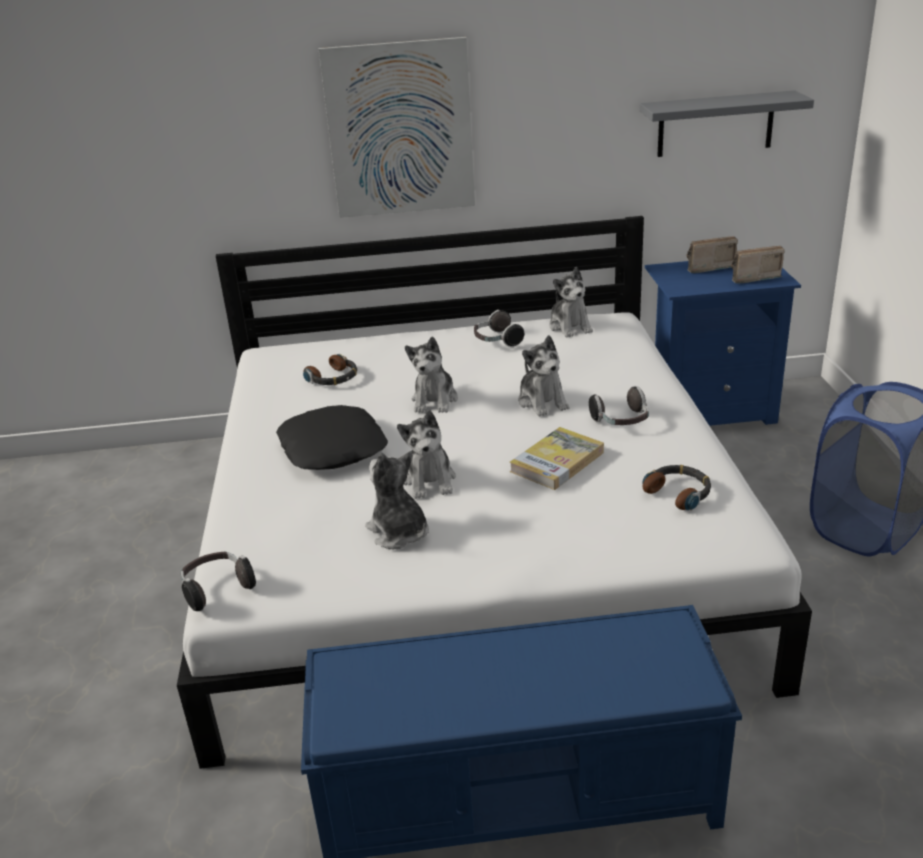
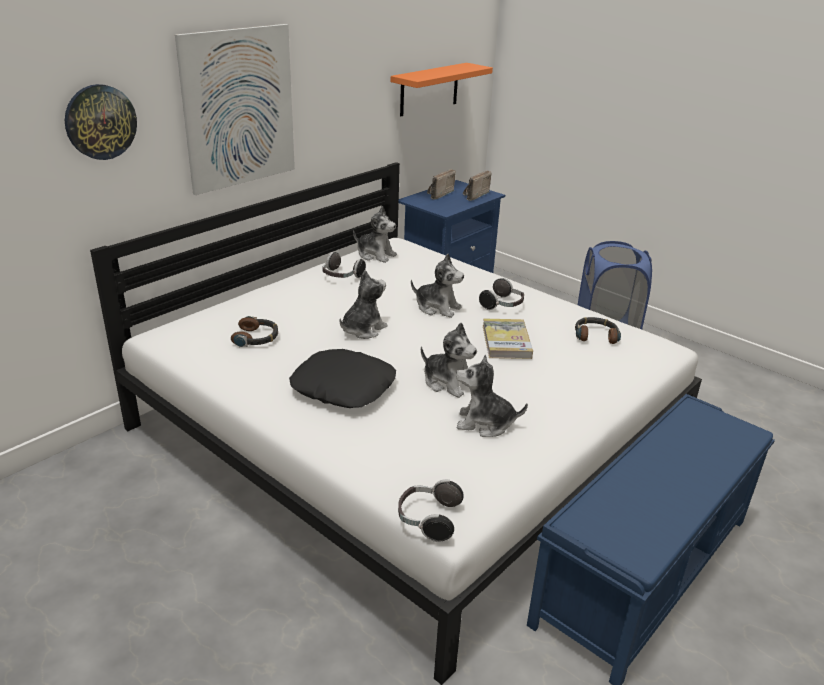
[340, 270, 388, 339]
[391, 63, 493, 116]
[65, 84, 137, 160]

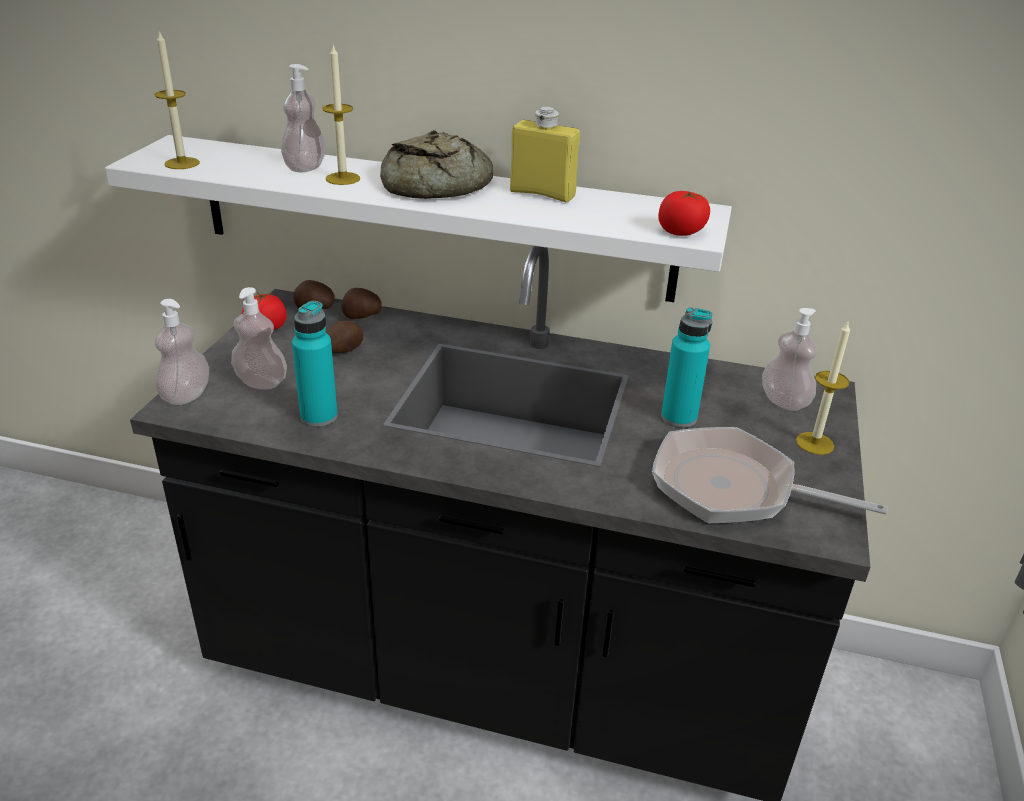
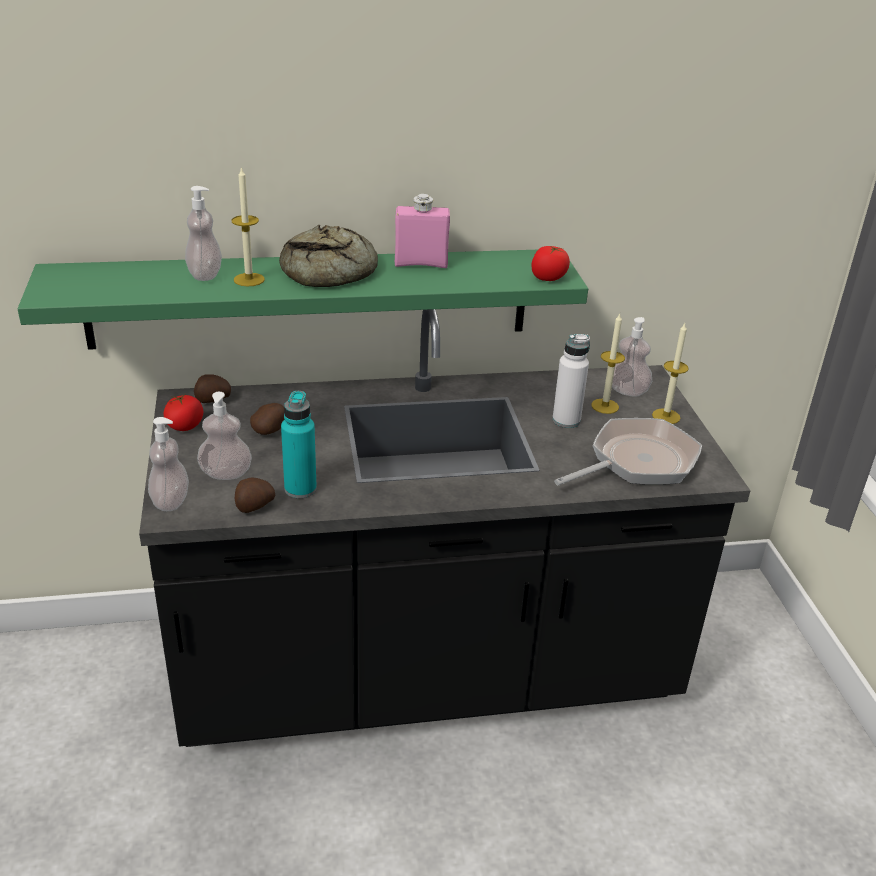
[18, 250, 588, 350]
[591, 314, 625, 414]
[235, 478, 275, 513]
[395, 194, 450, 268]
[554, 418, 702, 485]
[552, 334, 590, 428]

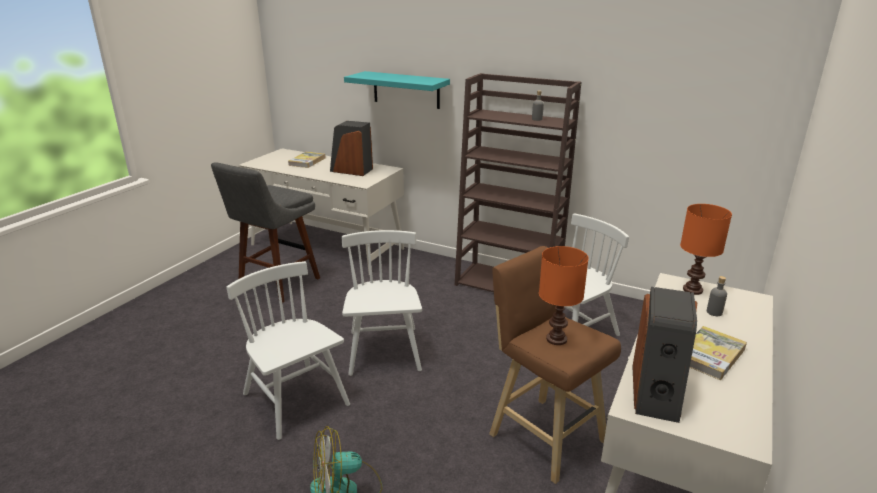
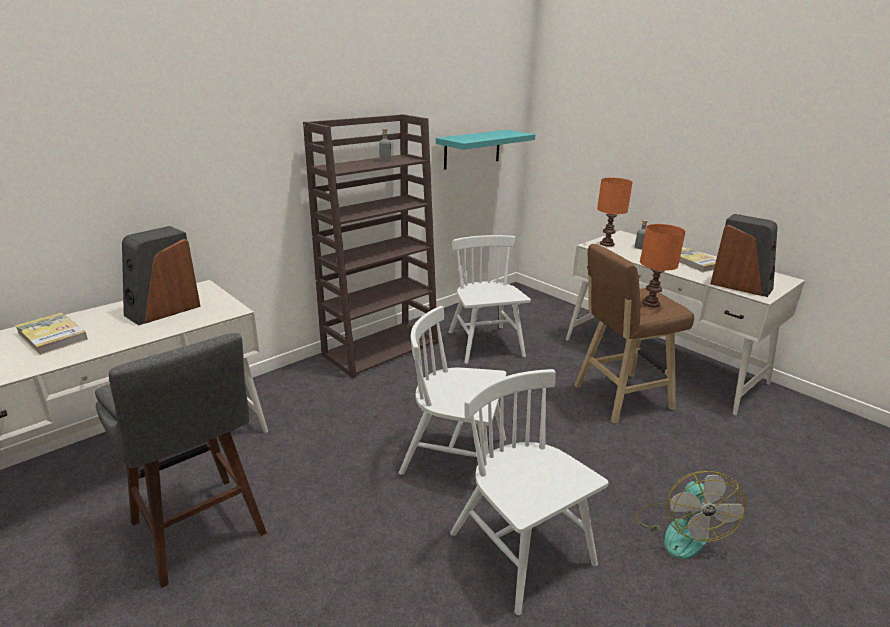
[450, 369, 609, 615]
[436, 130, 535, 170]

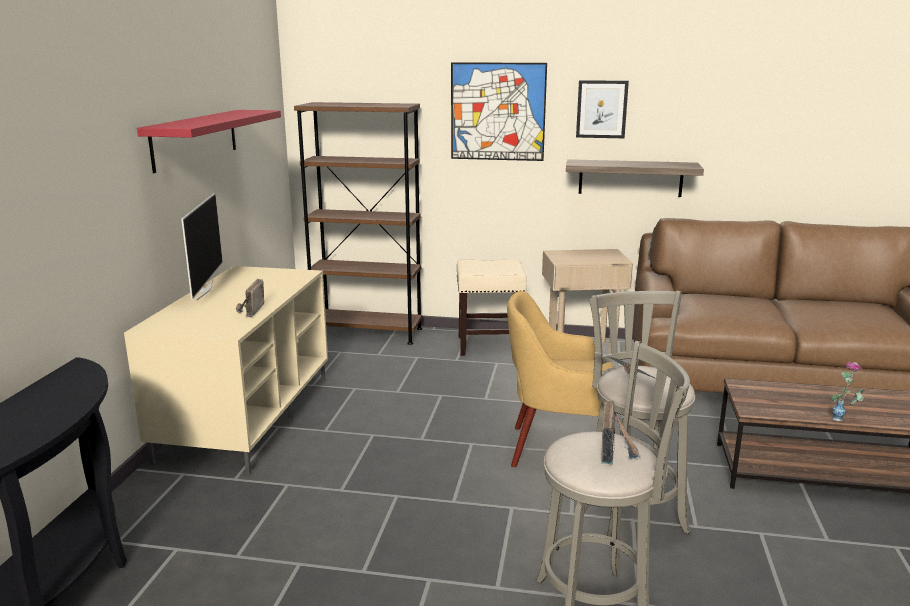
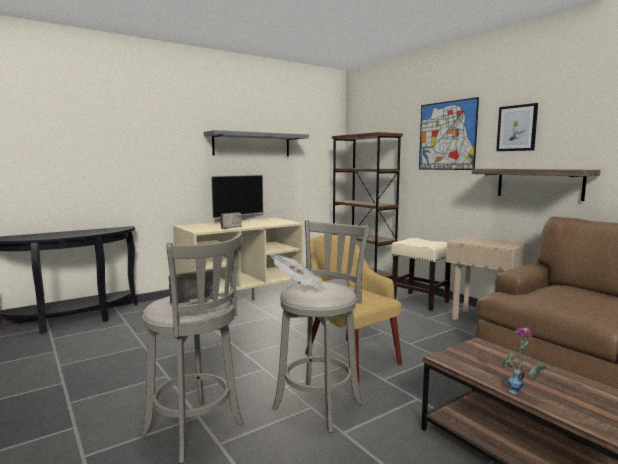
[204, 130, 309, 156]

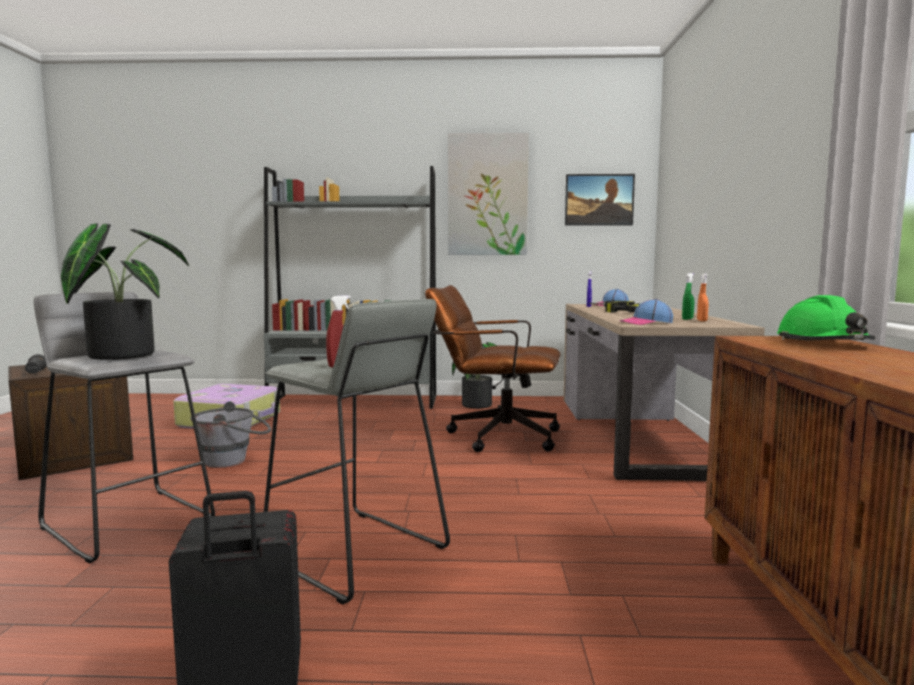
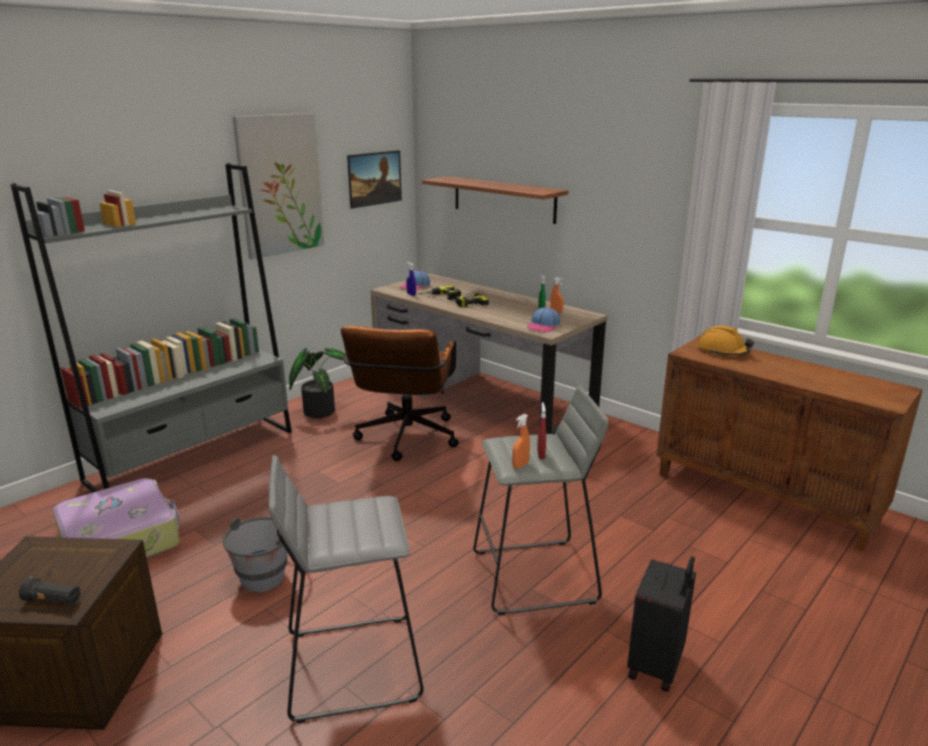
[61, 223, 189, 360] (first image)
[341, 326, 459, 461]
[697, 326, 754, 355]
[422, 176, 568, 224]
[512, 414, 530, 469]

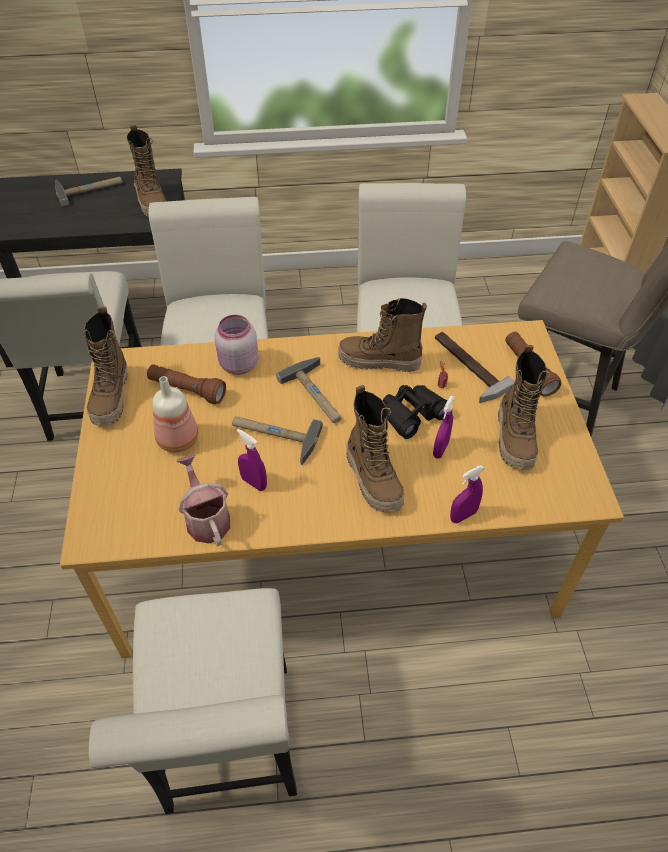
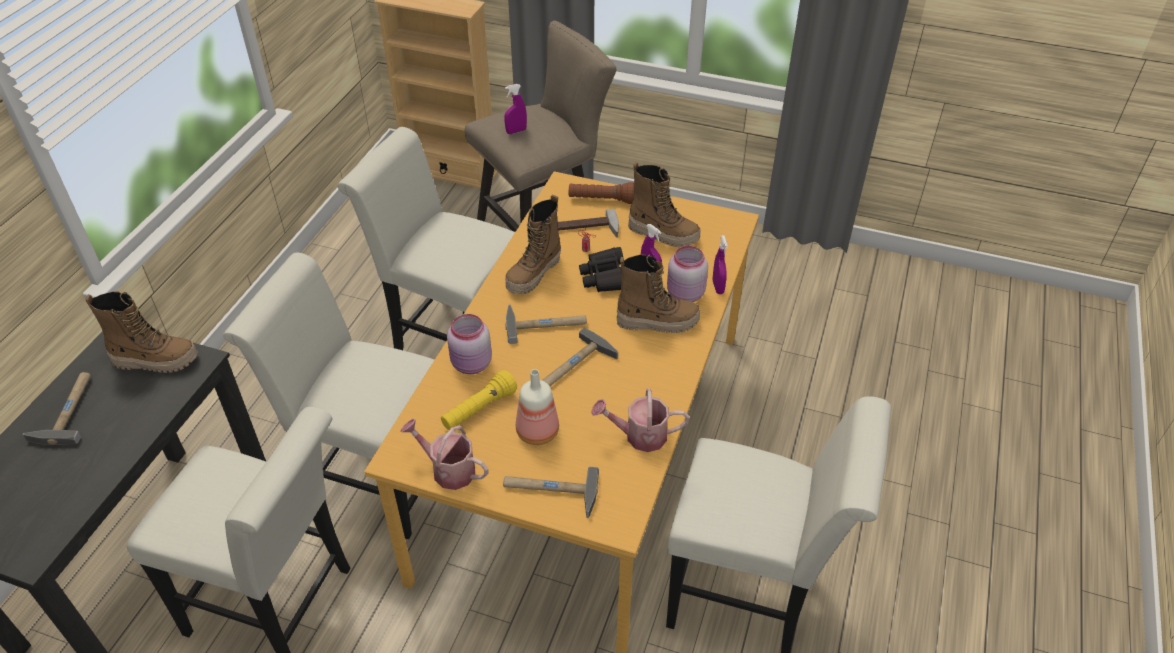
[400, 419, 488, 490]
[441, 370, 517, 430]
[504, 84, 527, 134]
[503, 467, 599, 518]
[667, 246, 708, 302]

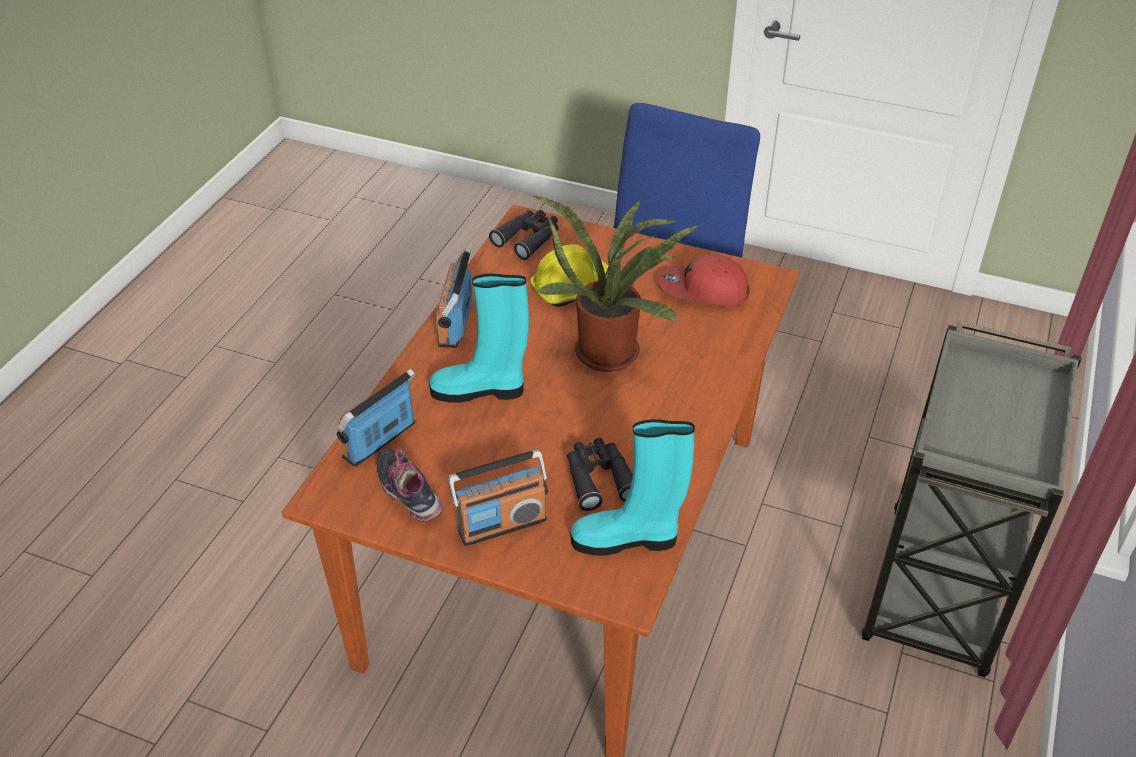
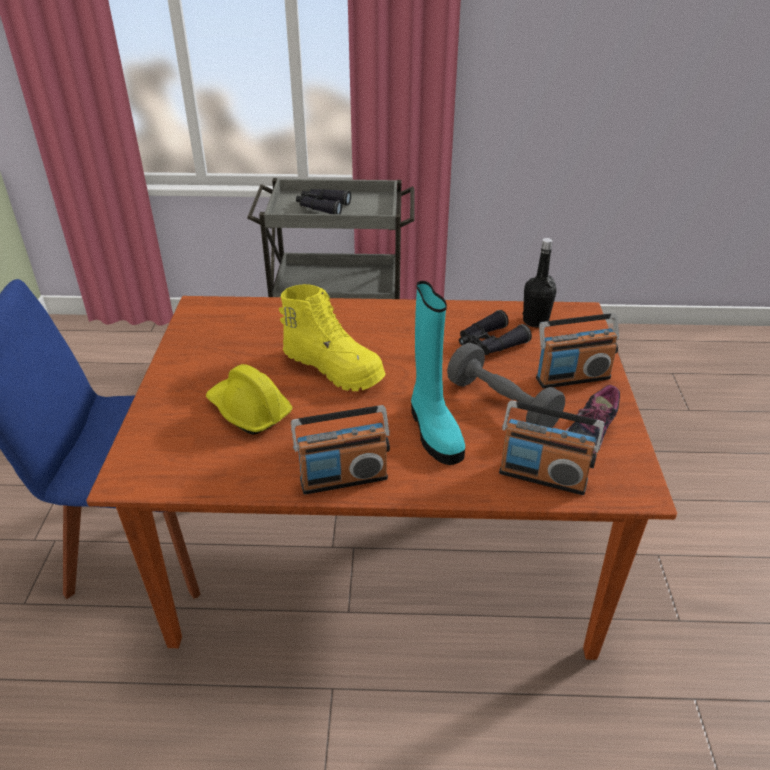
[536, 313, 619, 388]
[296, 189, 351, 214]
[279, 284, 386, 391]
[523, 238, 556, 327]
[659, 254, 749, 305] (first image)
[447, 343, 565, 428]

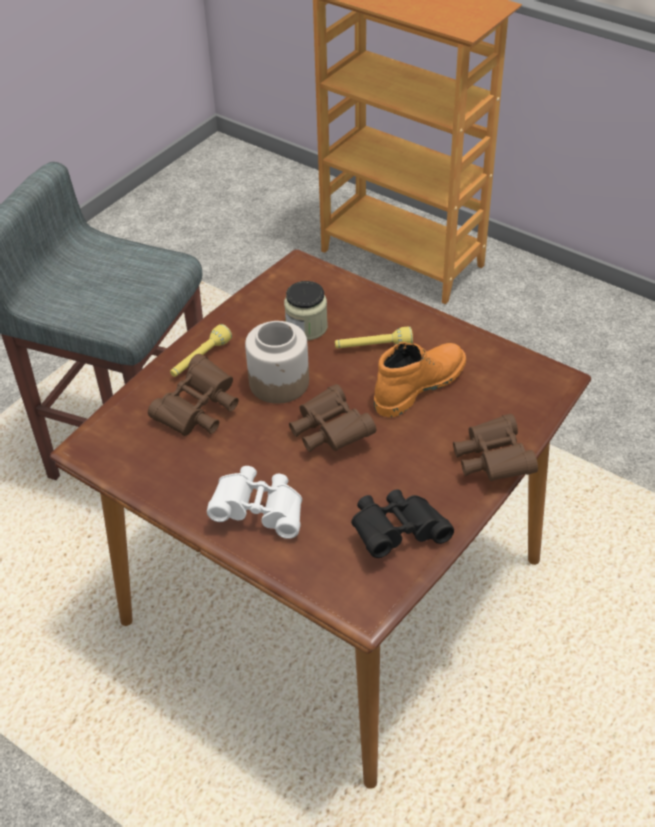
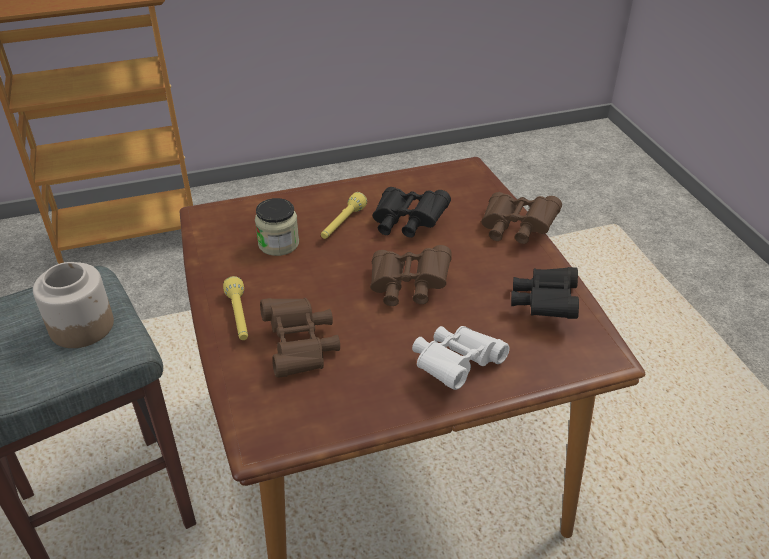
[33, 262, 114, 348]
[372, 187, 451, 238]

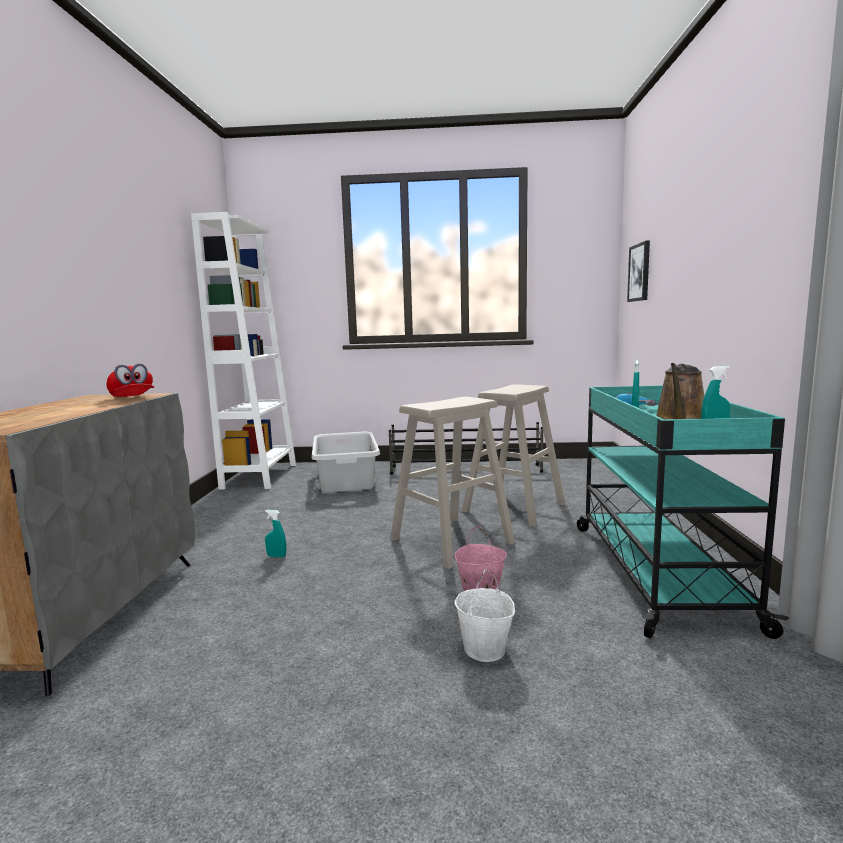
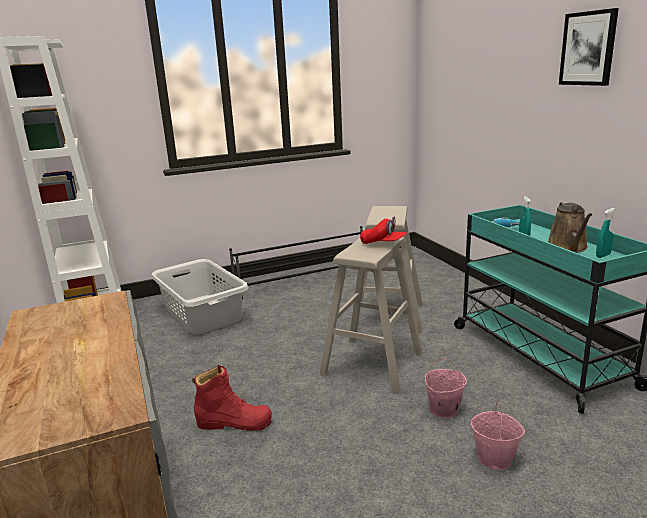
[360, 217, 407, 244]
[192, 365, 272, 431]
[471, 401, 525, 470]
[559, 8, 619, 86]

